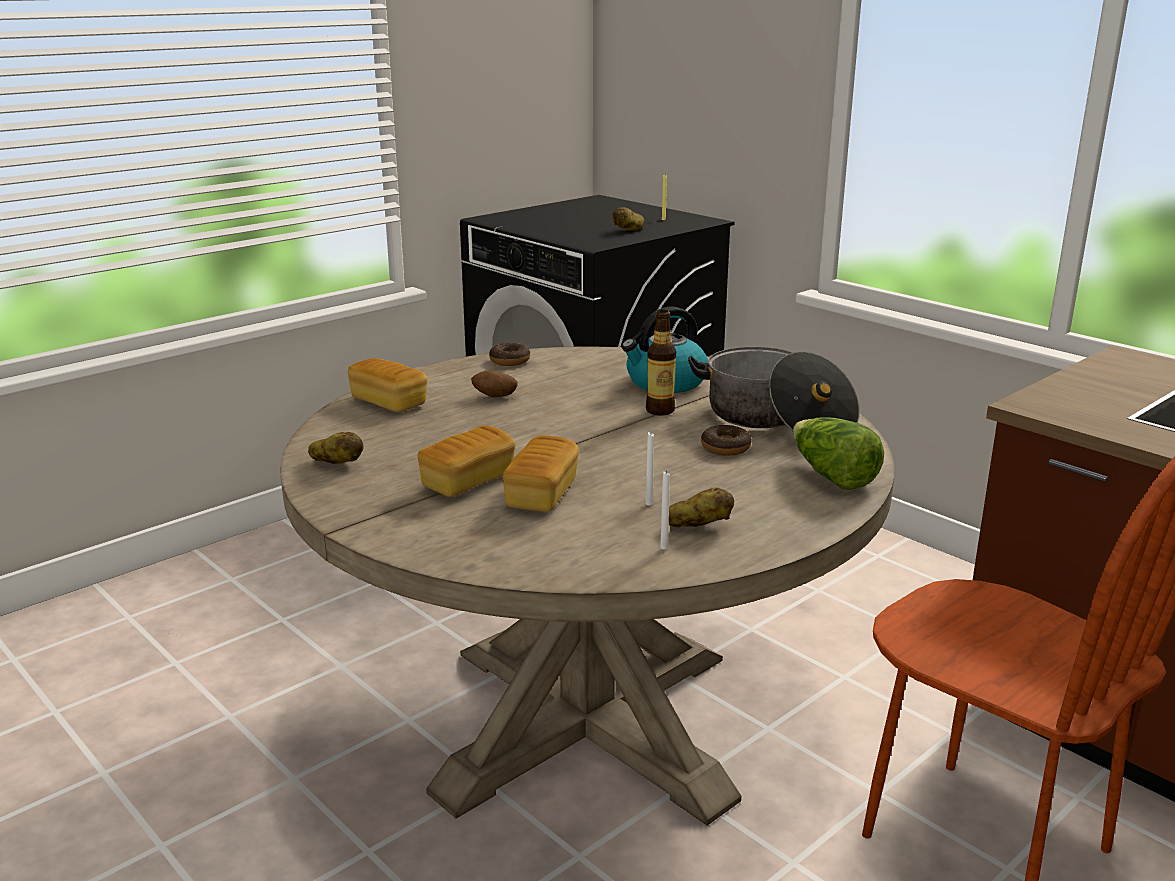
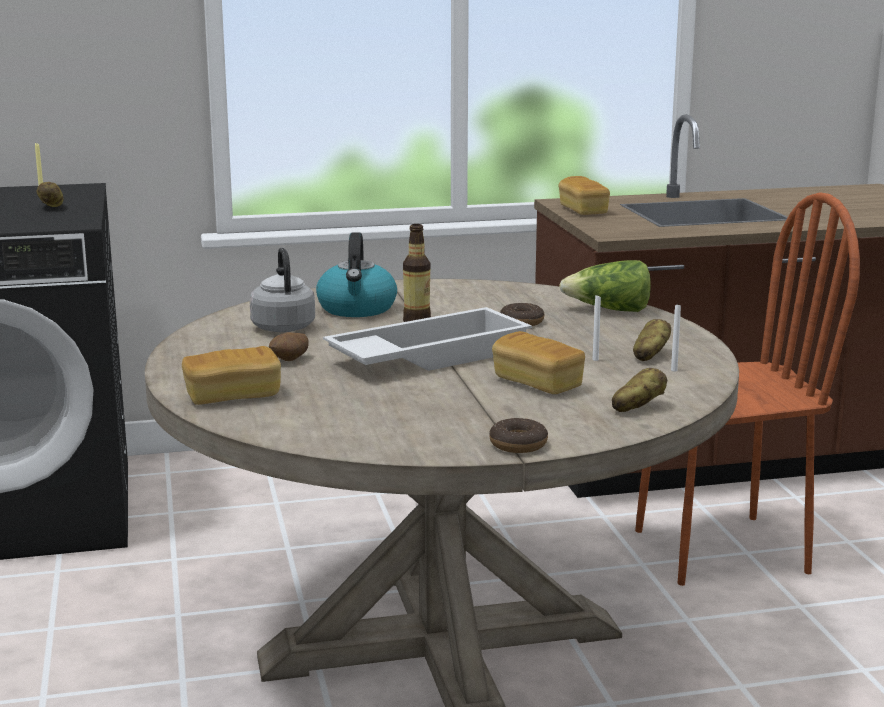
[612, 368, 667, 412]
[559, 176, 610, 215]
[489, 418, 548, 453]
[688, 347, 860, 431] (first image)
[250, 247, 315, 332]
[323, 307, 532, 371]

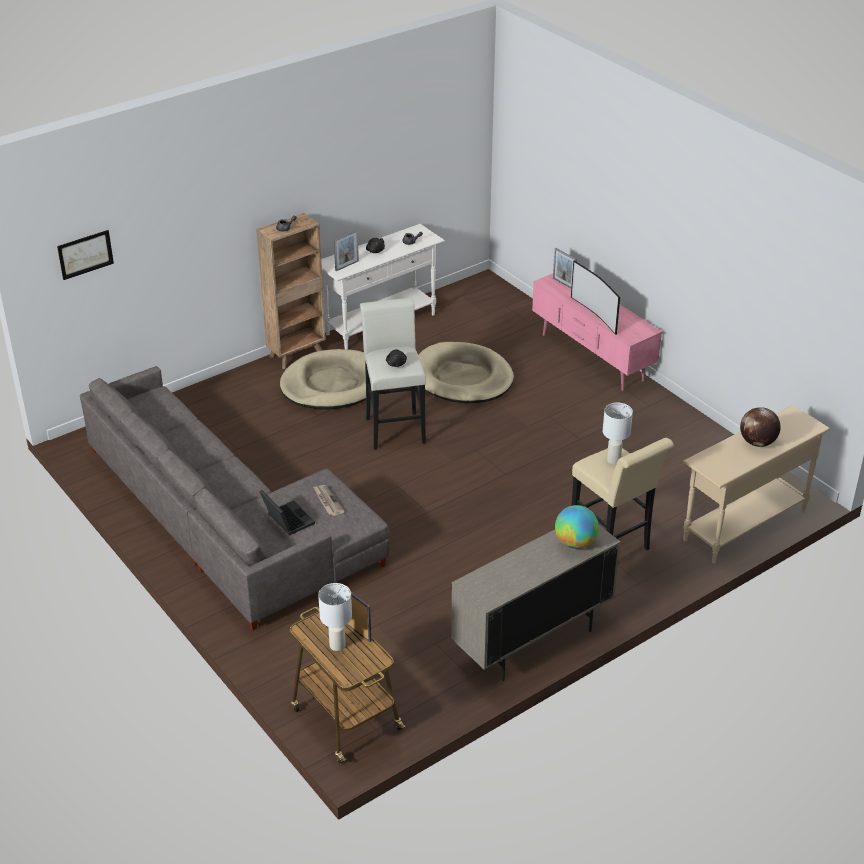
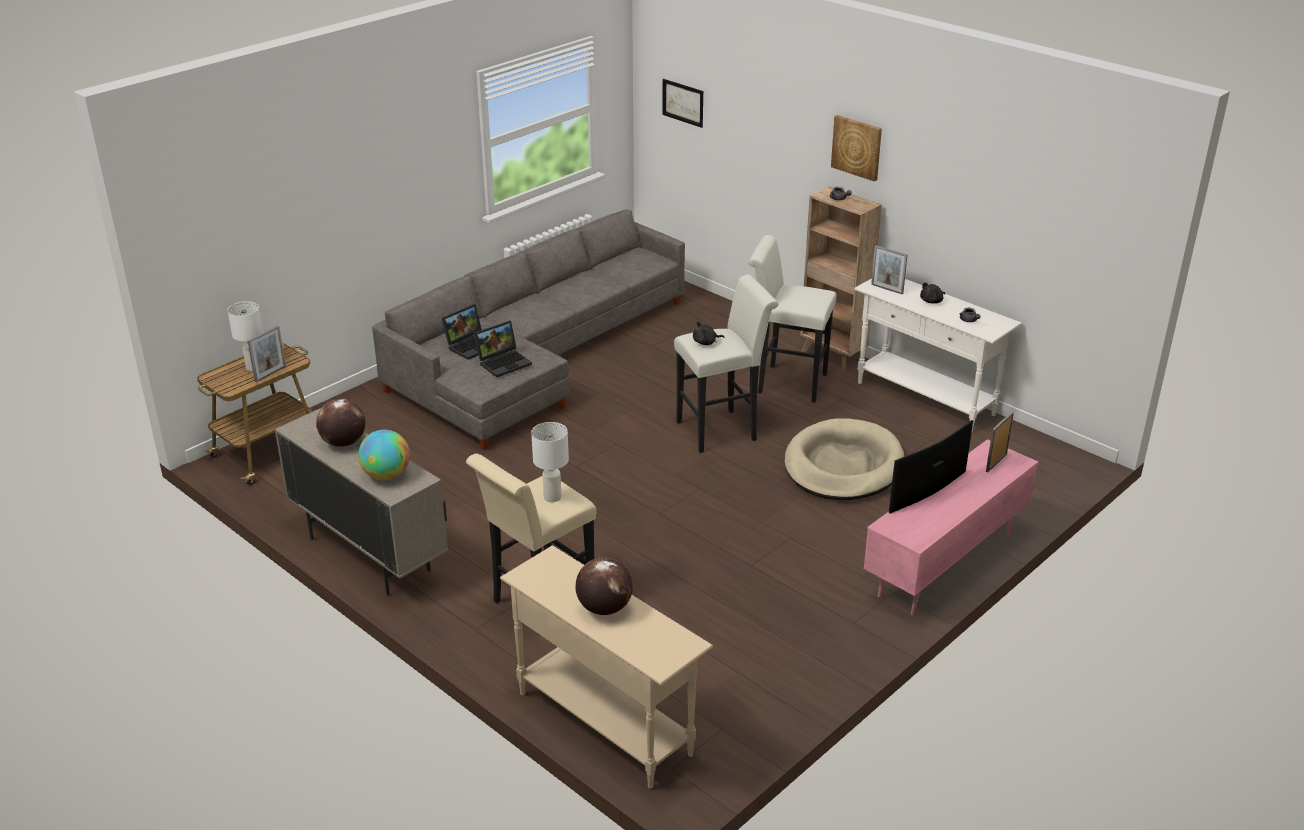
[748, 235, 837, 403]
[474, 321, 532, 377]
[316, 399, 366, 447]
[831, 115, 882, 181]

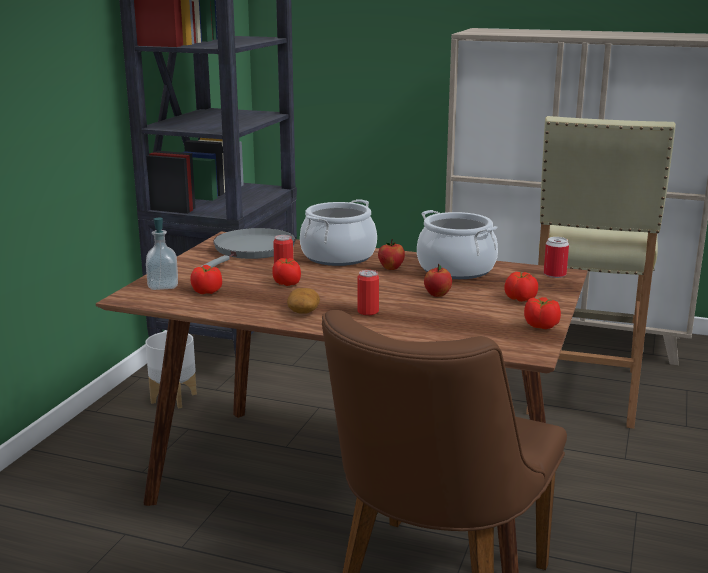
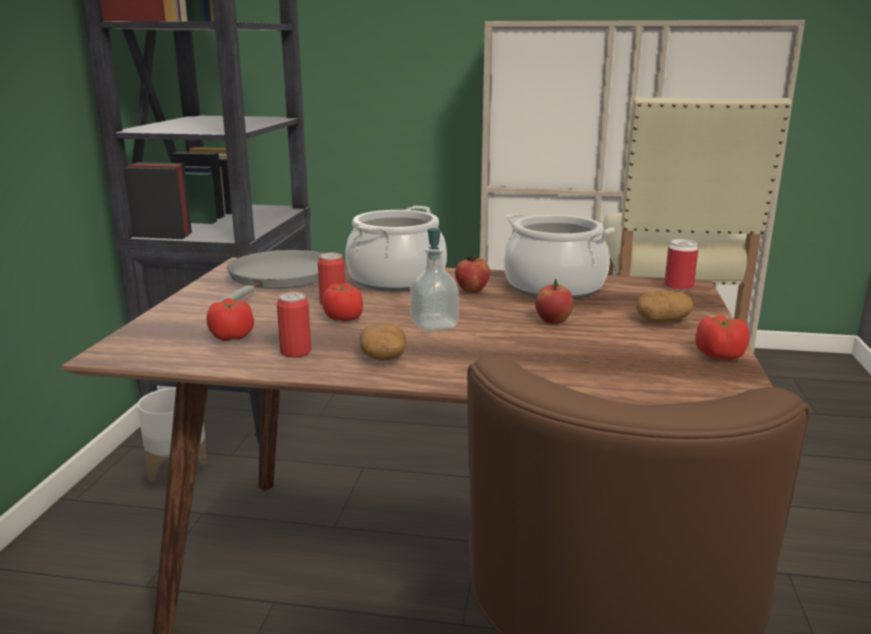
[410, 228, 459, 332]
[277, 292, 311, 357]
[636, 290, 694, 323]

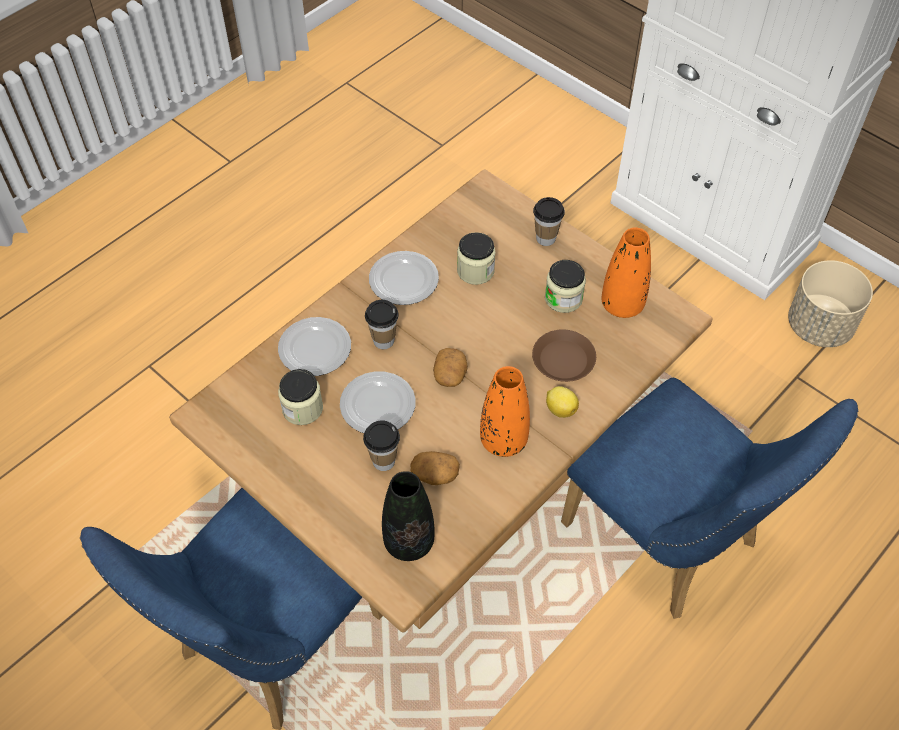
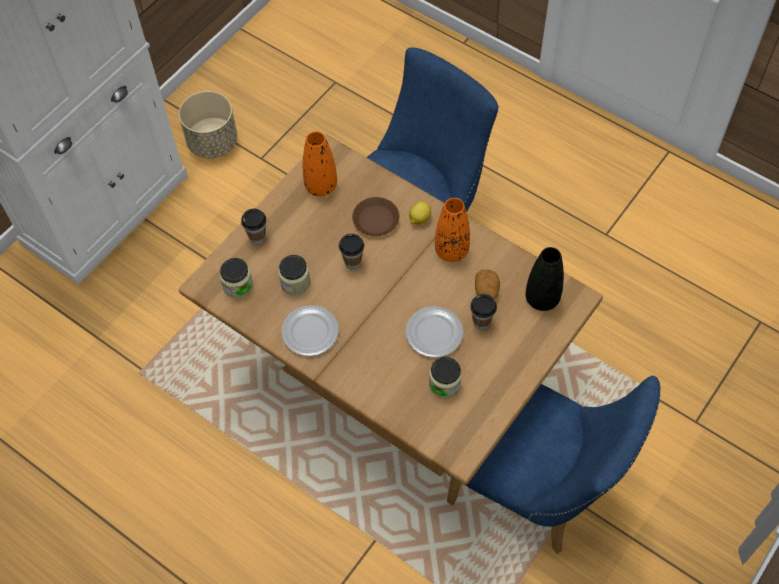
[278, 317, 351, 376] (first image)
[339, 234, 364, 270]
[433, 348, 468, 387] (first image)
[220, 258, 253, 299]

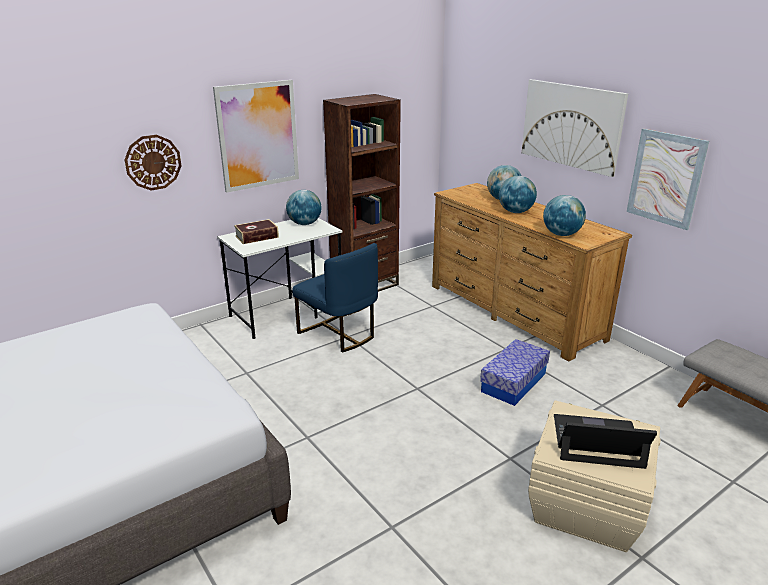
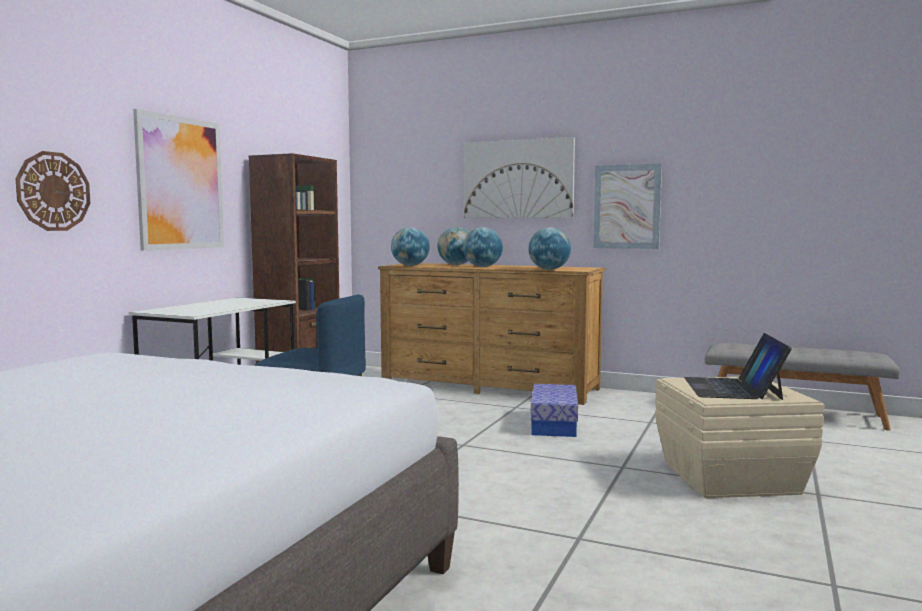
[234, 219, 279, 244] (first image)
[391, 227, 430, 266]
[684, 333, 792, 400]

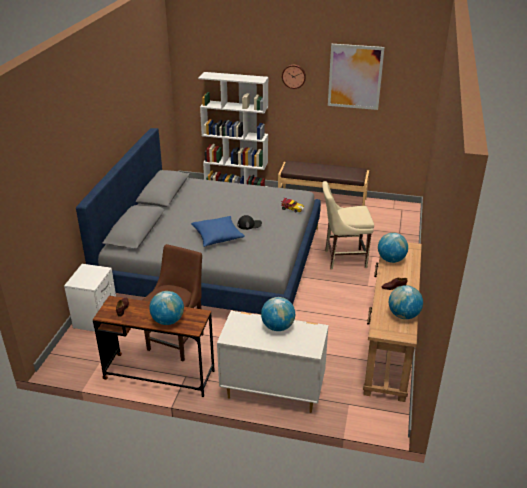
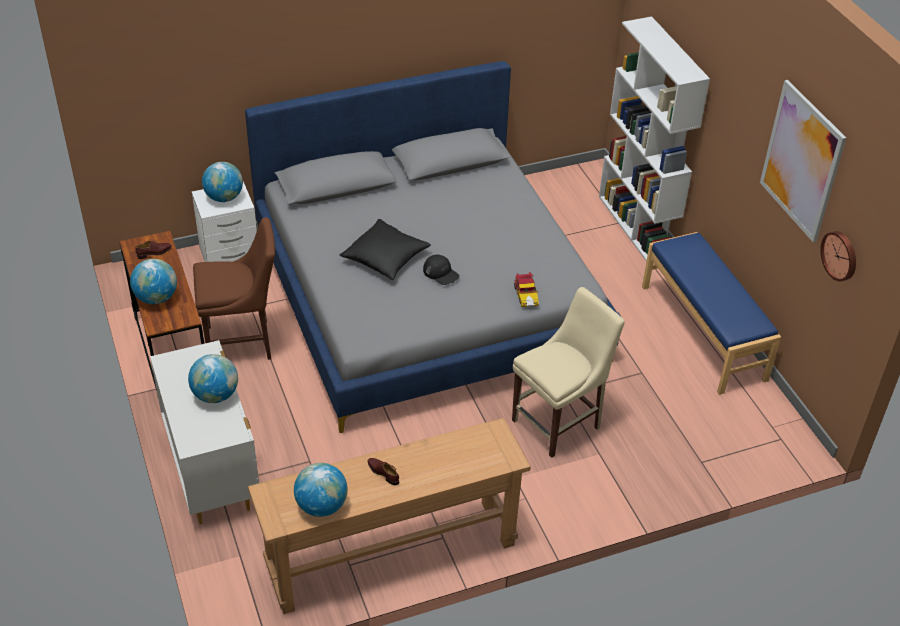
[340, 219, 431, 280]
[642, 232, 781, 395]
[820, 231, 856, 281]
[512, 287, 625, 458]
[202, 162, 243, 202]

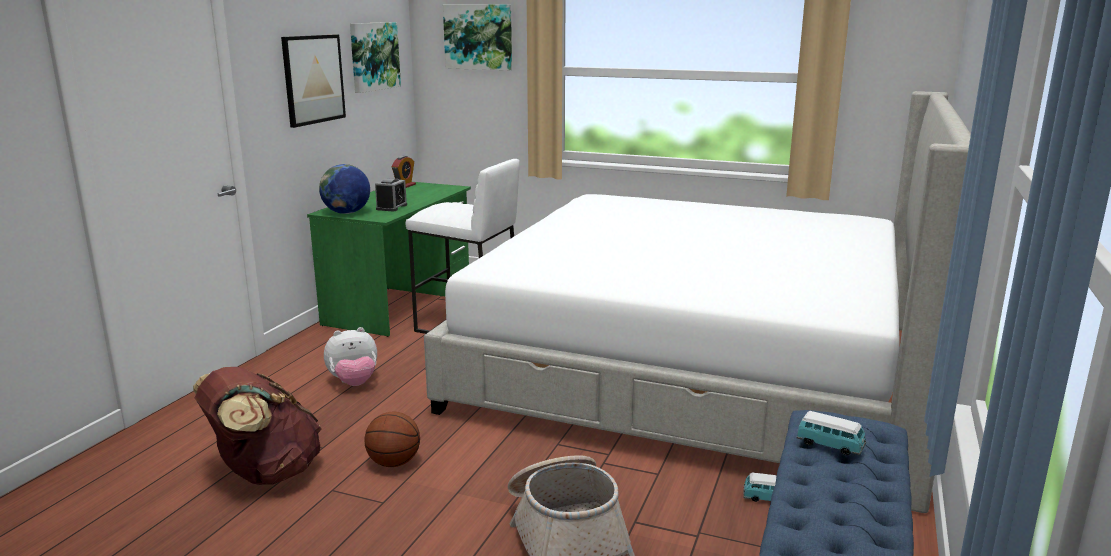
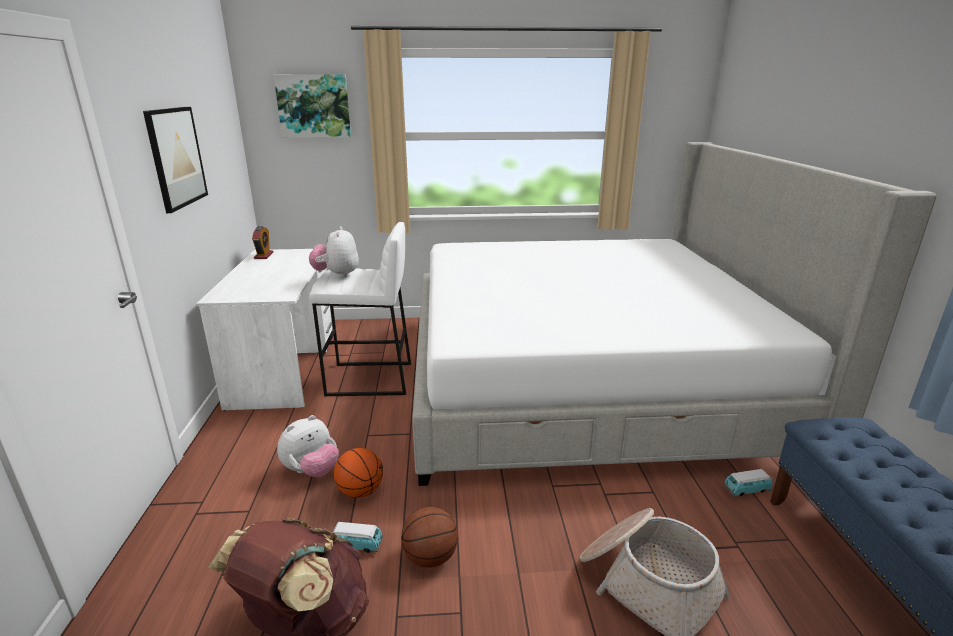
[196, 249, 333, 411]
[319, 164, 370, 214] (first image)
[350, 22, 401, 93] (first image)
[375, 178, 407, 211] (first image)
[333, 522, 383, 553]
[309, 226, 359, 278]
[334, 448, 383, 498]

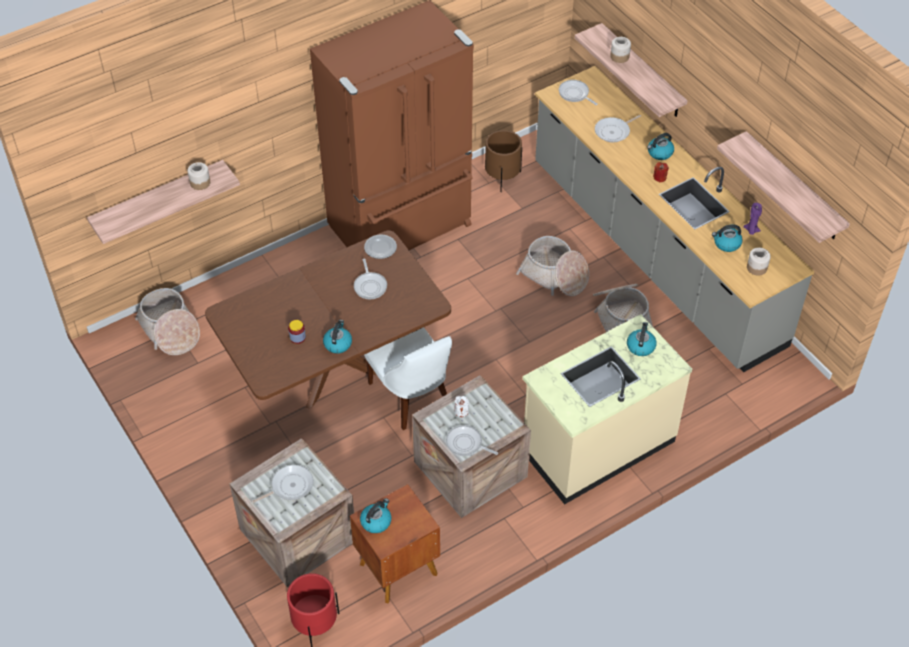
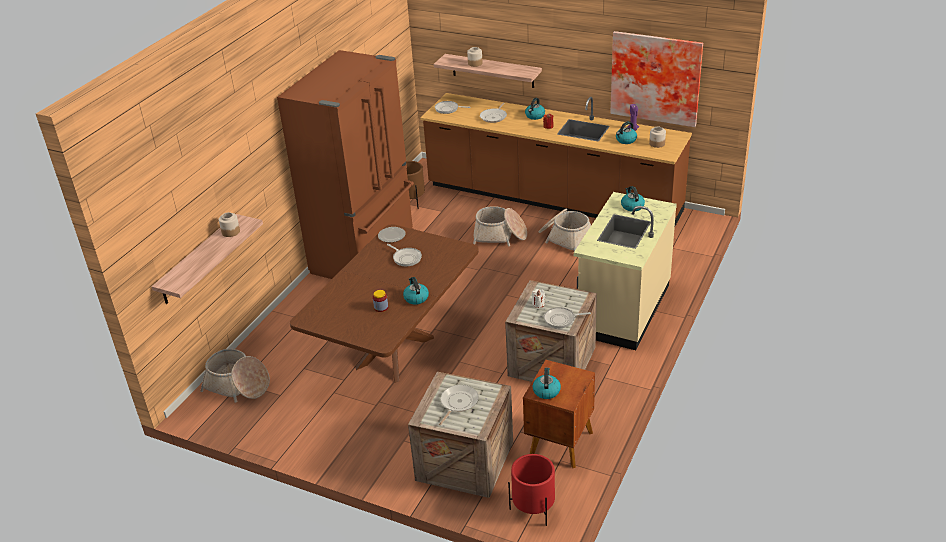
[364, 327, 452, 430] (first image)
[420, 93, 692, 226]
[610, 31, 703, 127]

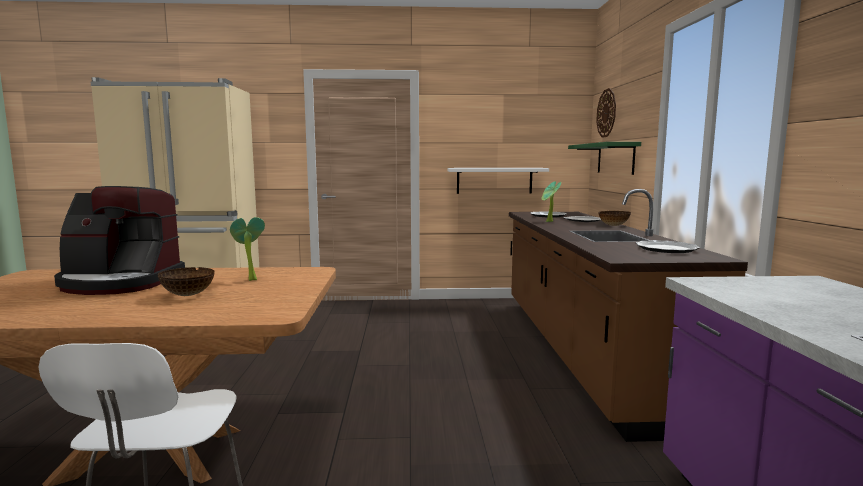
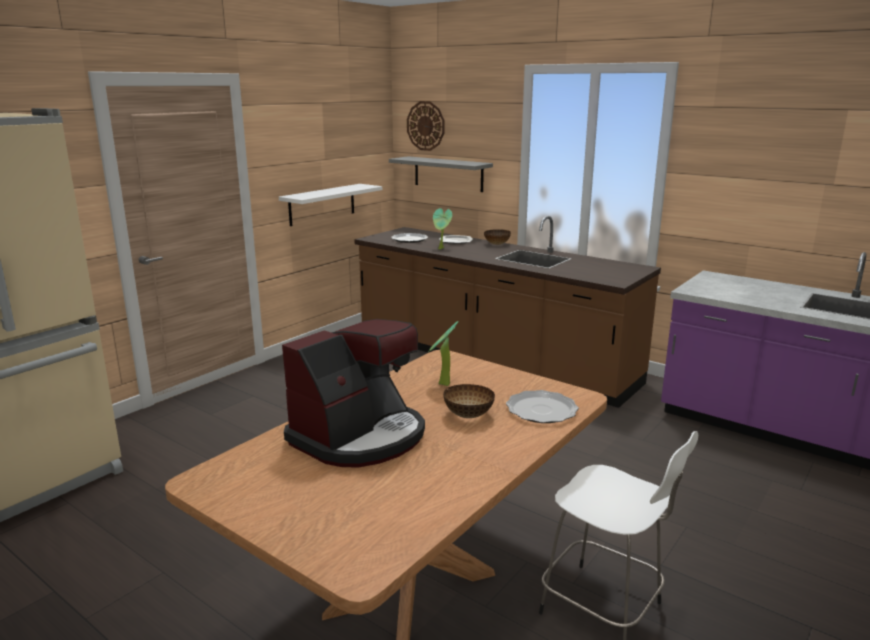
[389, 156, 493, 192]
[506, 390, 579, 423]

